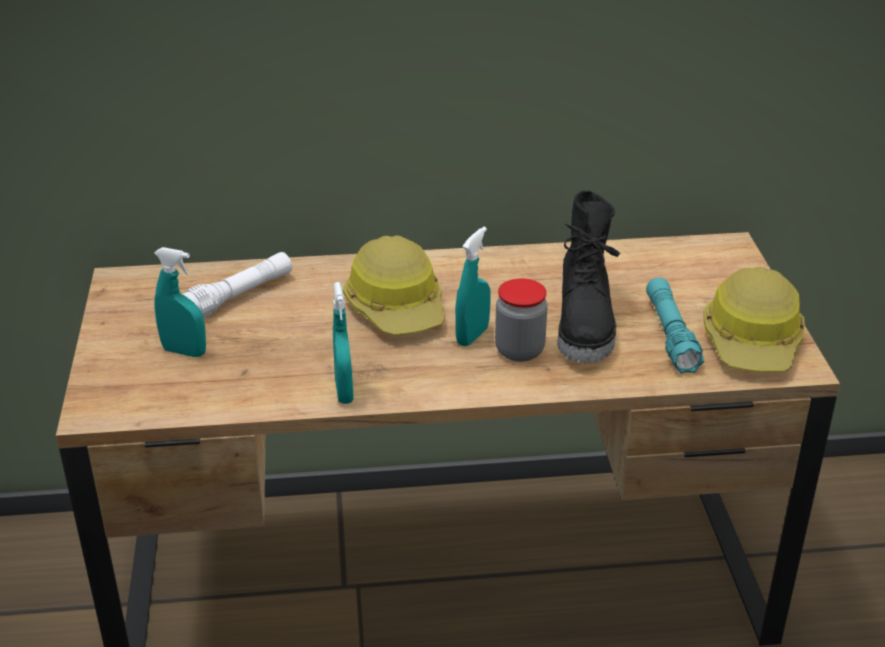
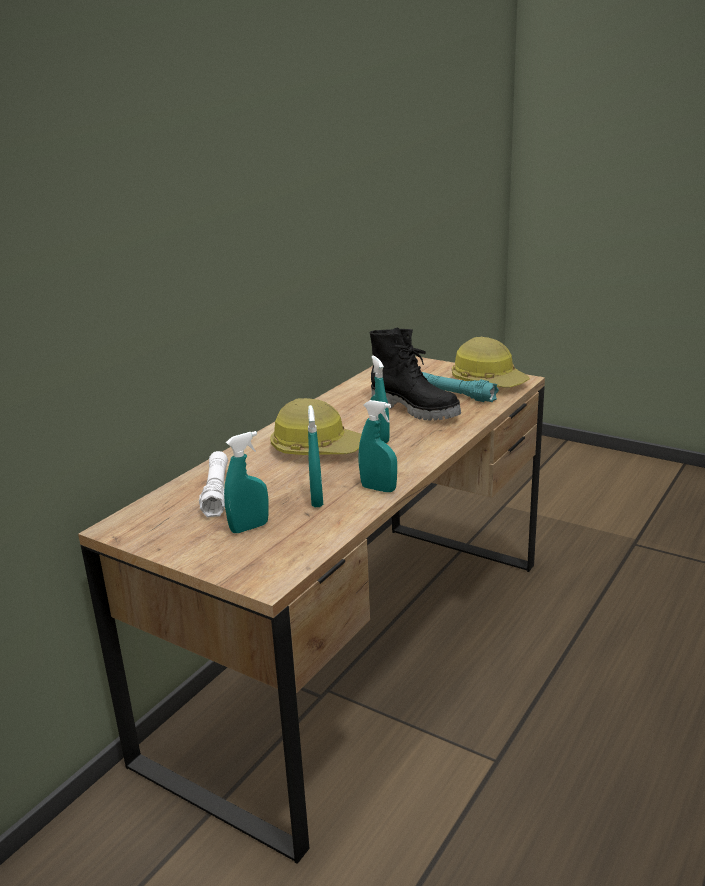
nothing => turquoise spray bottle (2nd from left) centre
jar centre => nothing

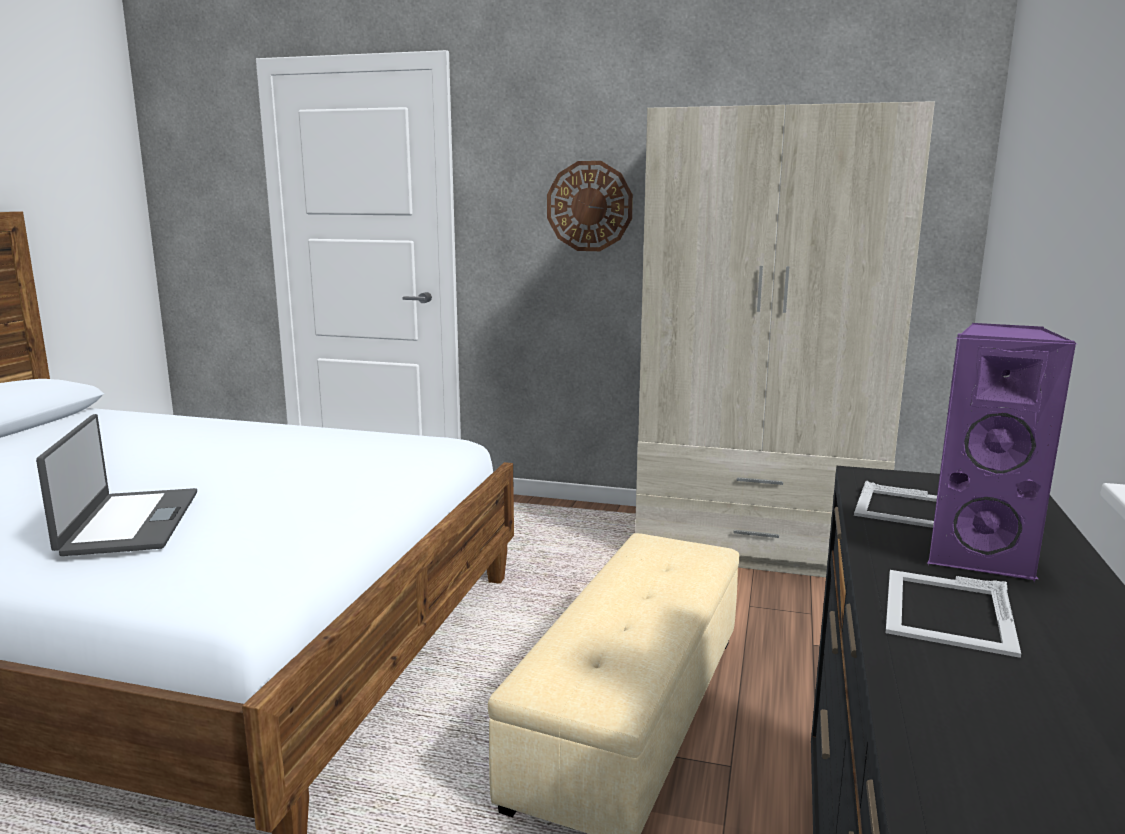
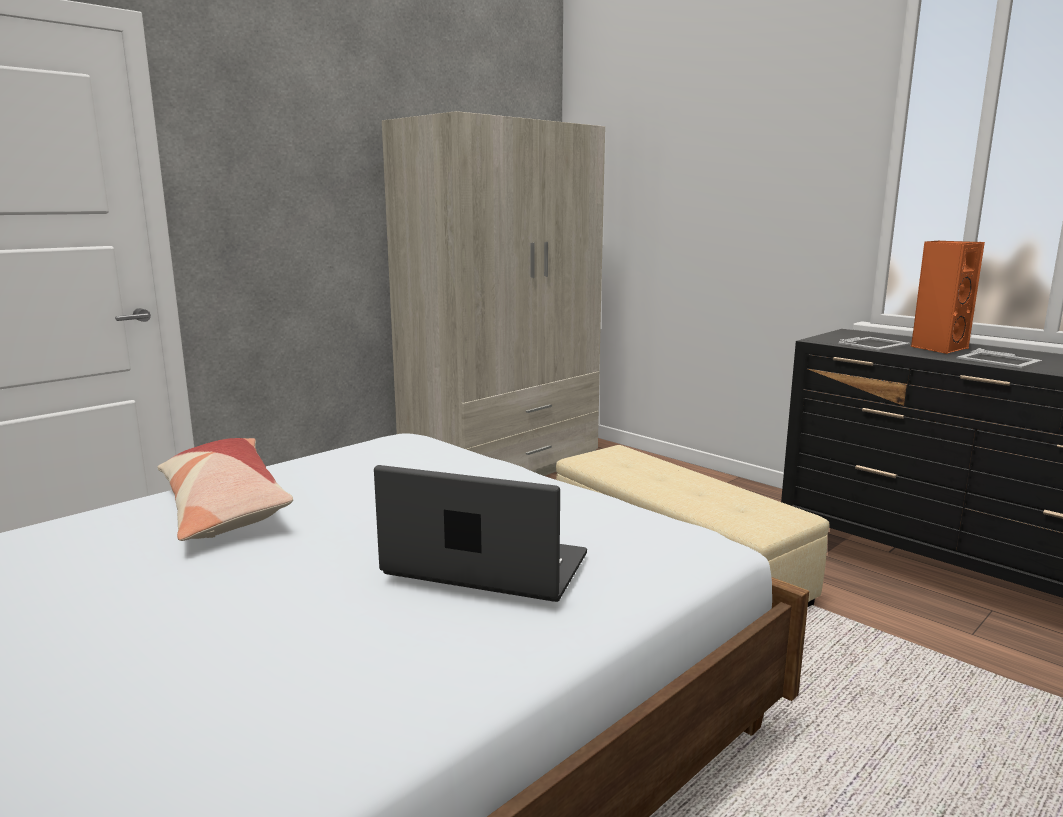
nothing => pillow middle left
purple speaker middle right => orange speaker middle right
wall clock top centre => nothing

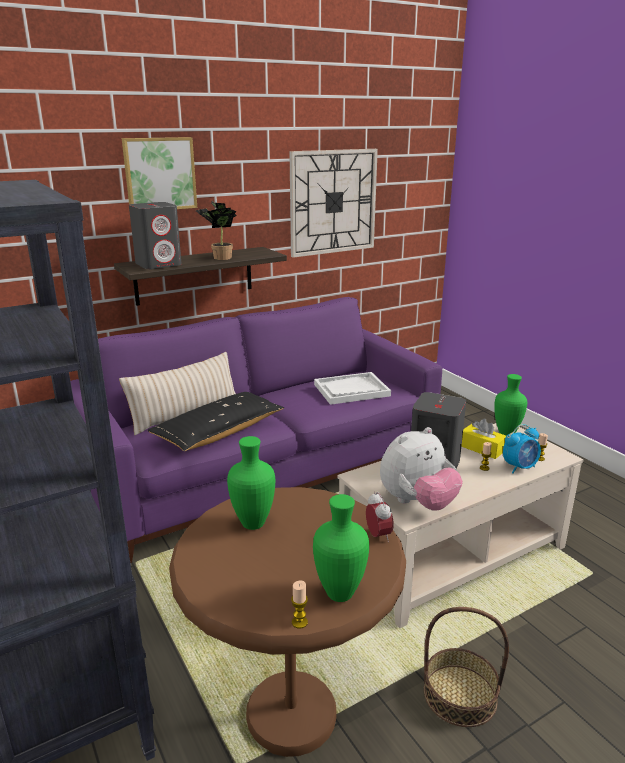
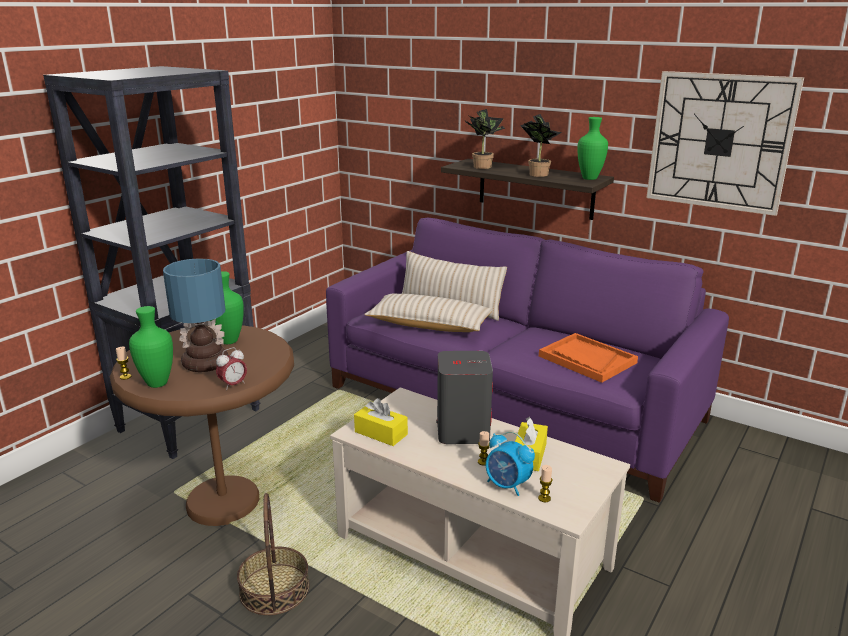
nothing => table lamp middle left
plush toy middle right => yellow tissue box (1st from left) centre
black pillow centre => beige pillow (1st from left) centre
grey speaker (1st from left) top left => potted plant (1st from left) top centre
white tray centre => orange tray middle right
green vase (3rd from left) middle right => green vase (3rd from left) top right, moved
picture top left => nothing

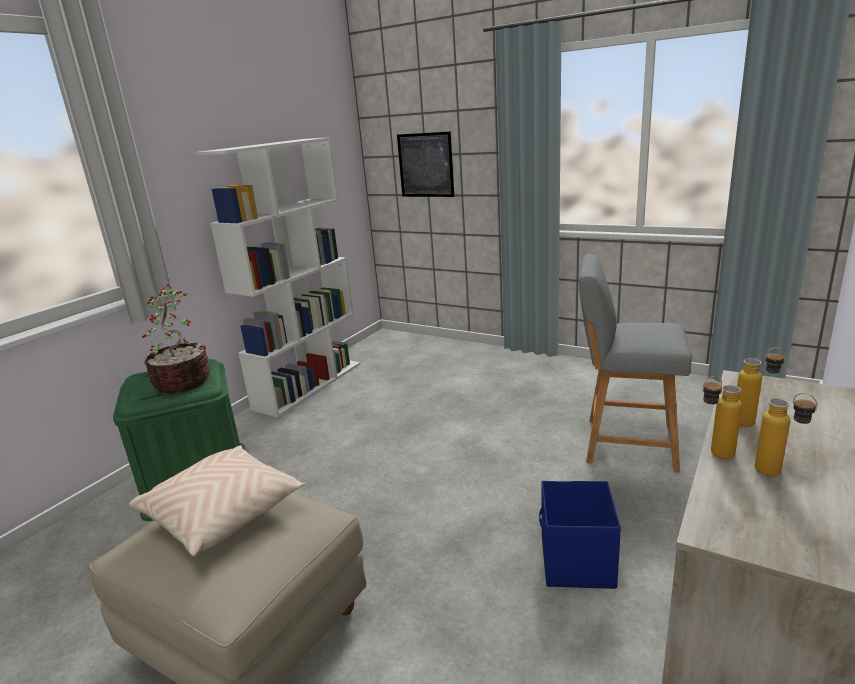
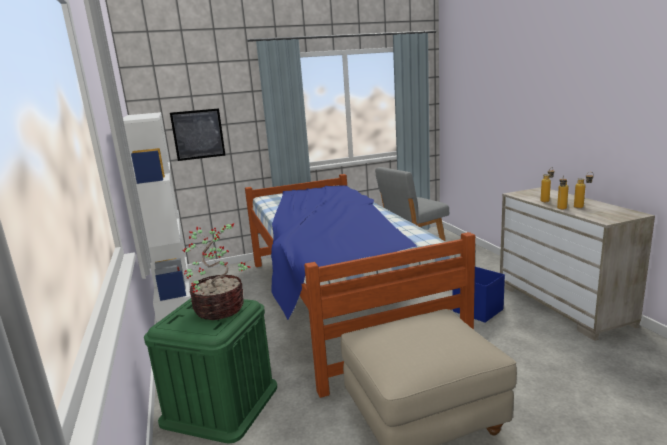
nothing => bed centre
beige pillow bottom left => nothing

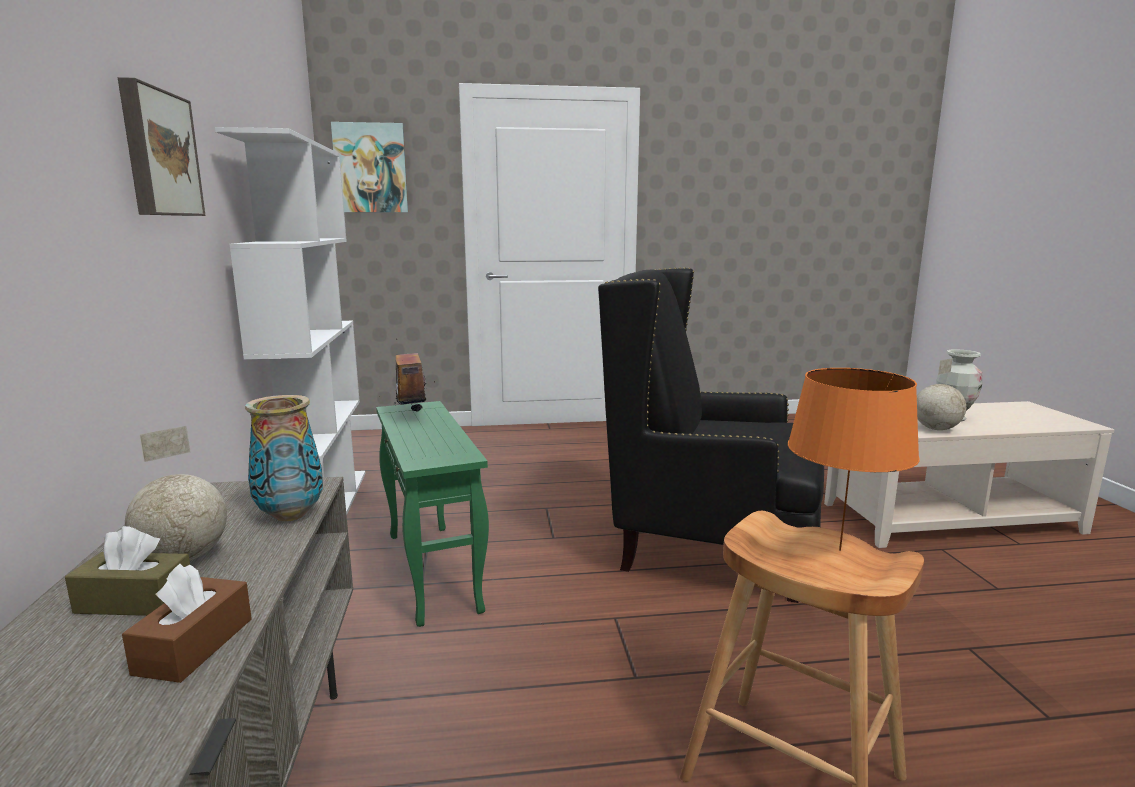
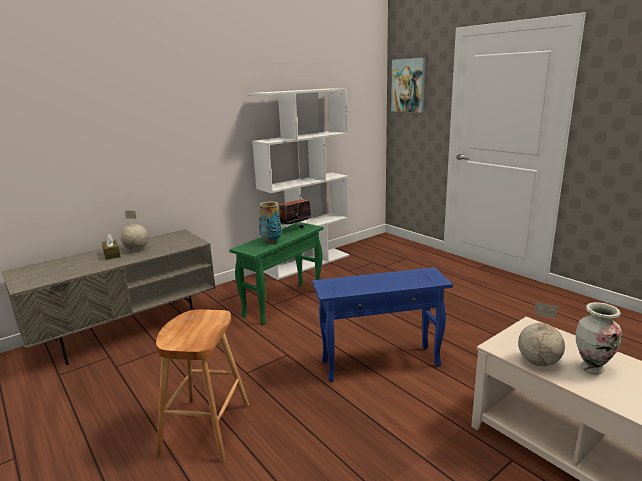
vase (1st from left) middle left => vase (1st from left) centre, moved
black armchair centre => blue side table bottom centre
picture (1st from left) top left => nothing
brown tissue box (2nd from left) bottom left => nothing
orange table lamp middle right => nothing

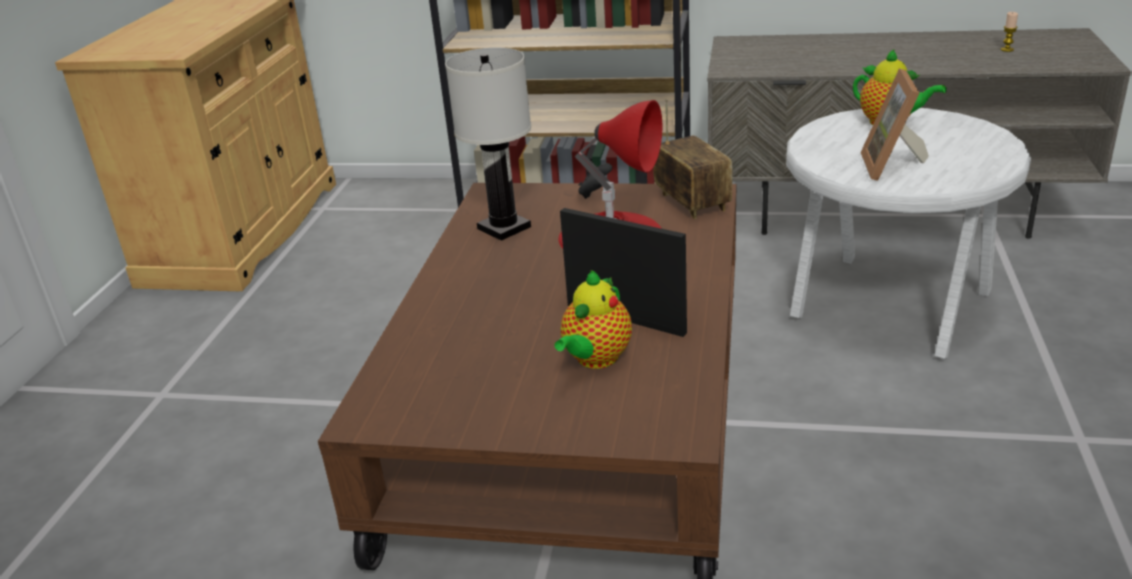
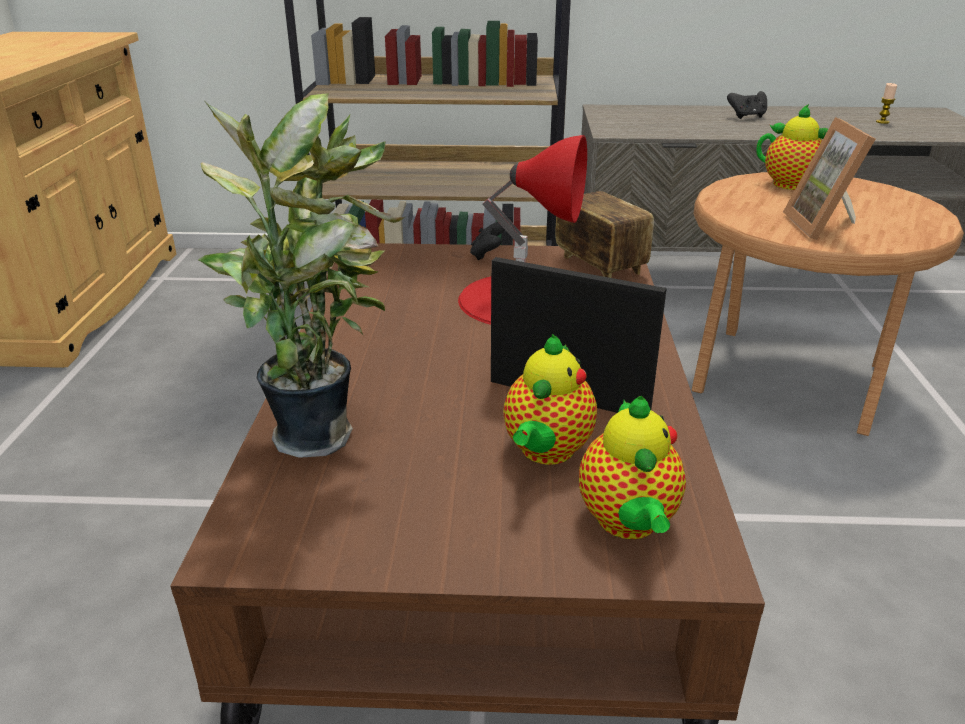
nothing => potted plant middle left
nothing => teapot (2nd from left) centre
white side table middle right => brown side table middle right
nothing => black game controller (2nd from left) top right
white table lamp top centre => nothing

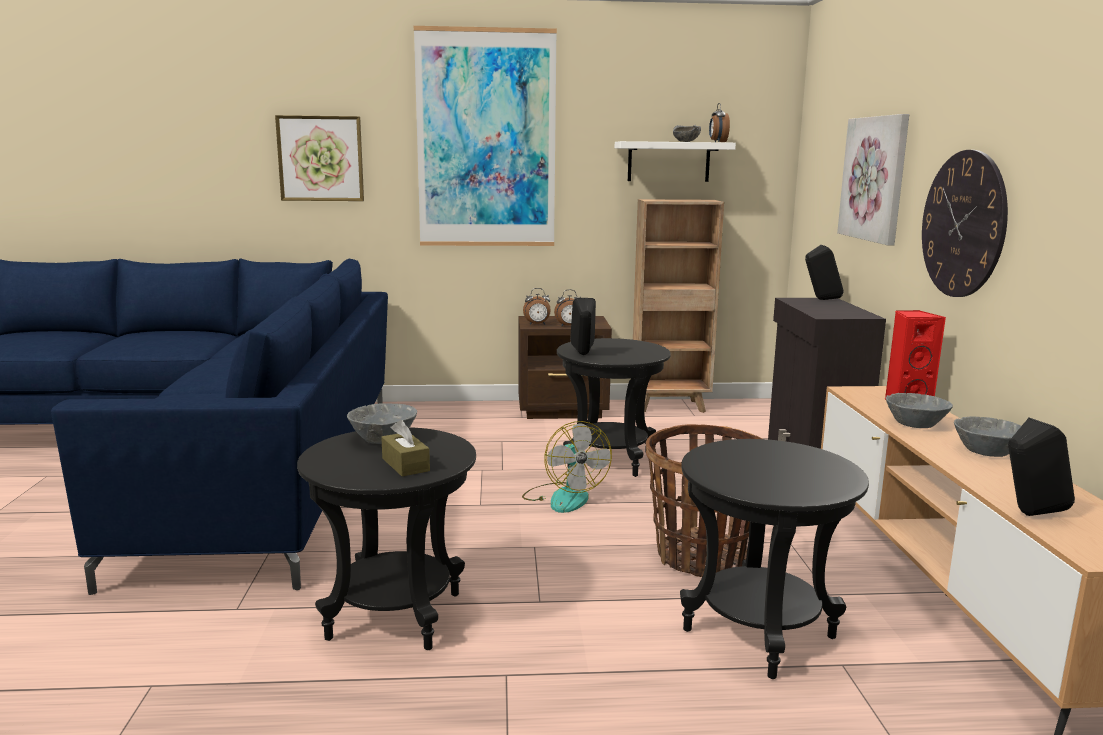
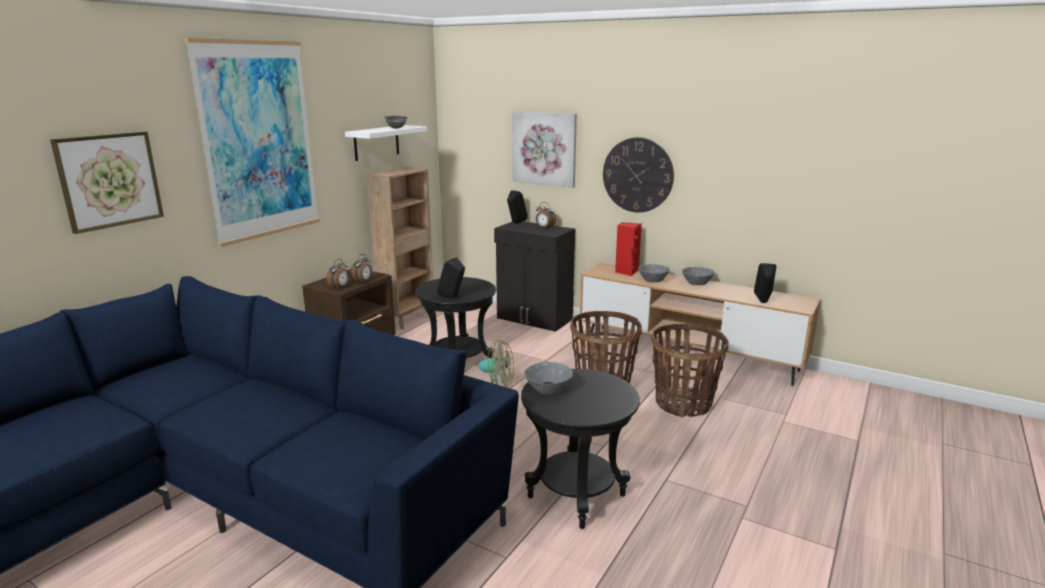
alarm clock (3rd from left) top centre => alarm clock (3rd from left) centre, moved
black side table (3rd from left) bottom right => basket (2nd from left) centre
brown tissue box centre => nothing

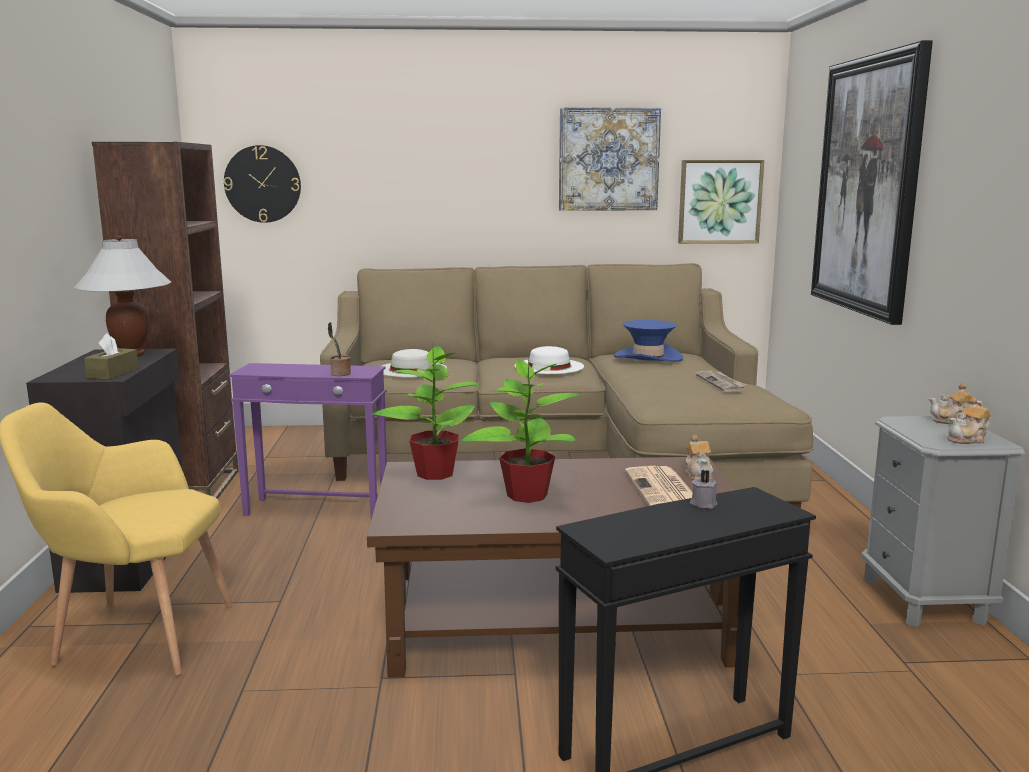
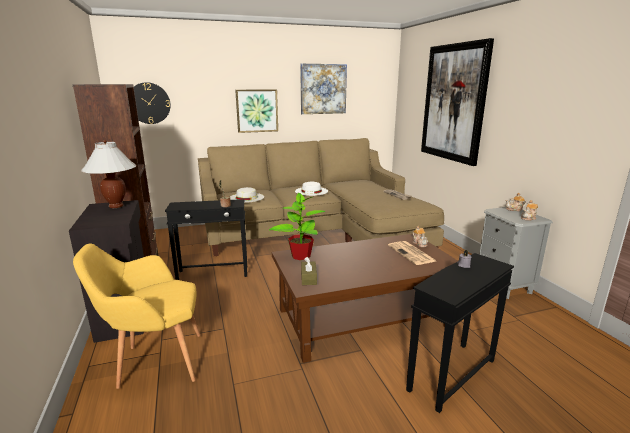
purple side table middle left => black side table (1st from left) middle left
picture (2nd from left in the first image) top right => picture (1st from left) top centre, moved
brown tissue box middle left => brown tissue box centre, moved
potted plant (3rd from left) centre => nothing
blue hat centre => nothing

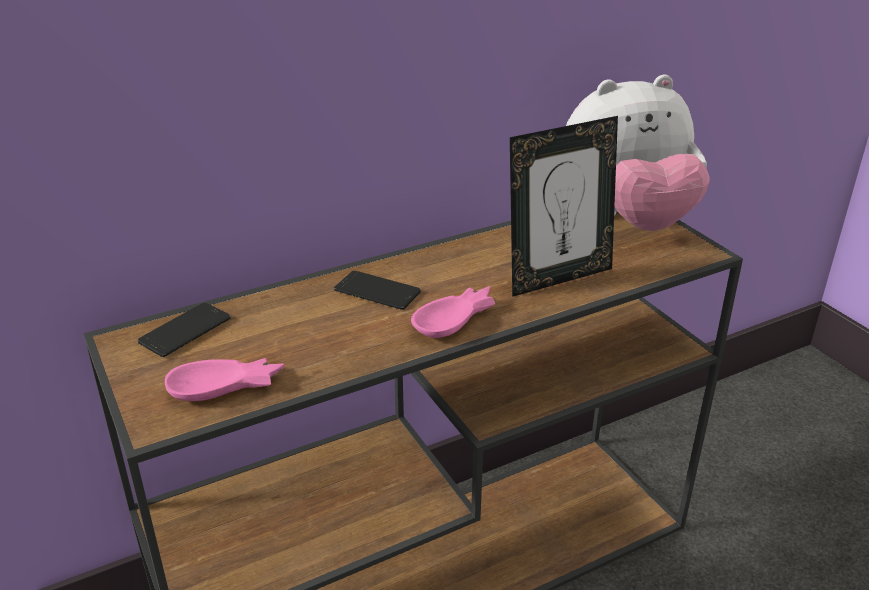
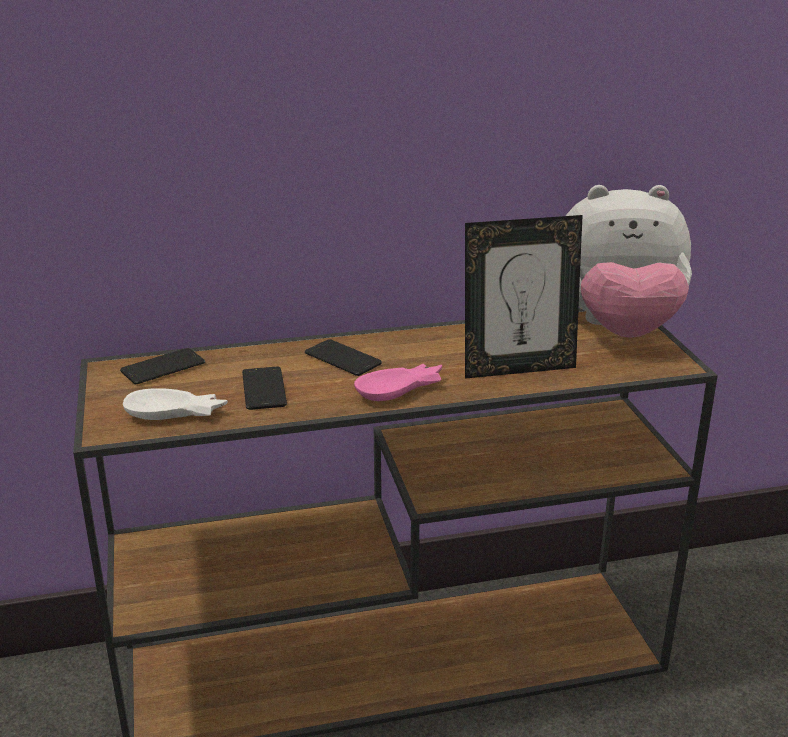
pink bowl (1st from left) middle left => white bowl middle left
nothing => phone (2nd from left) centre

